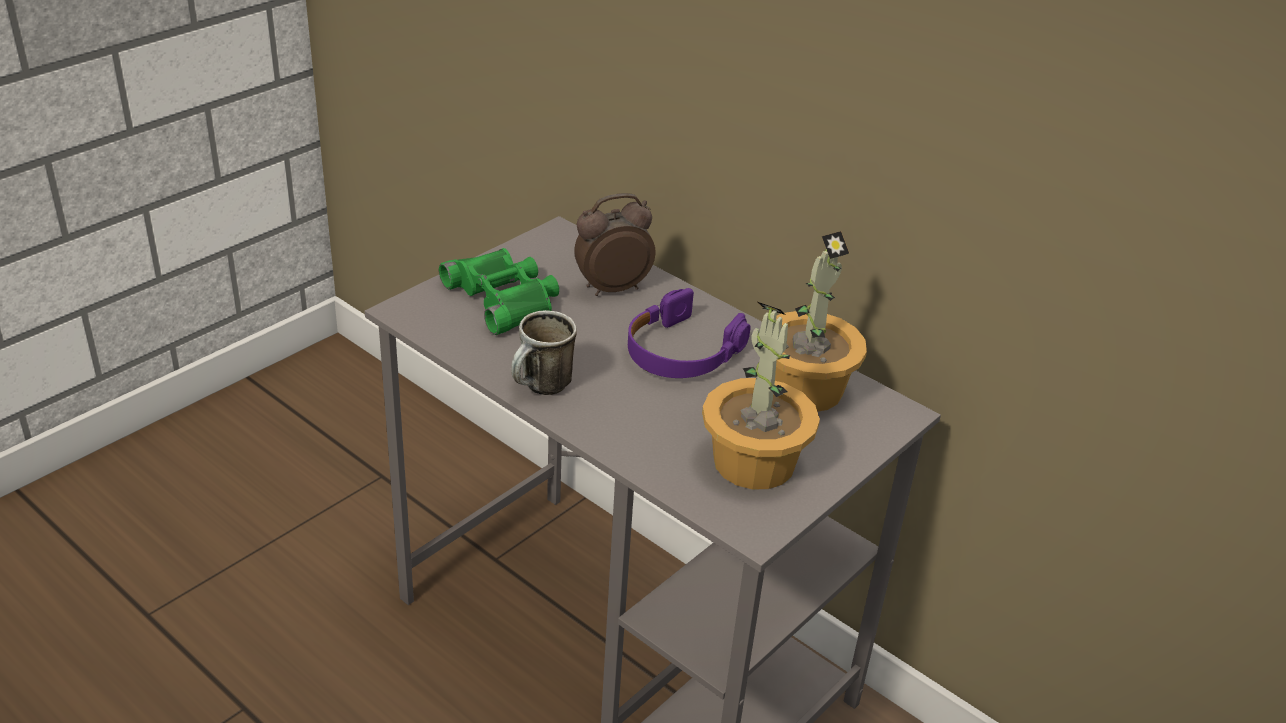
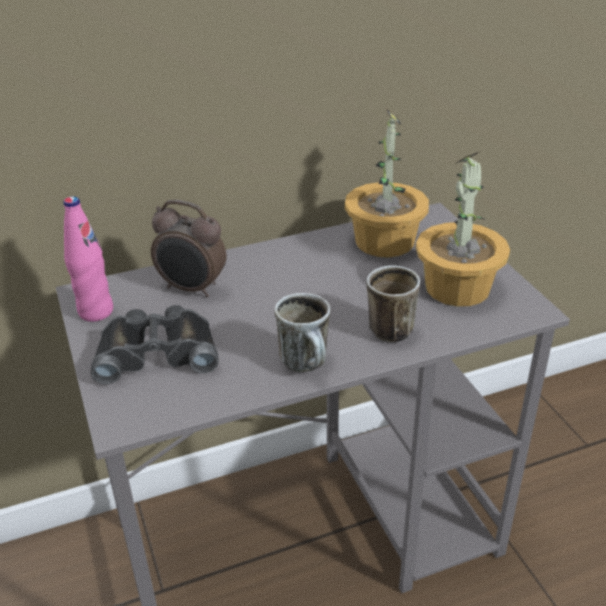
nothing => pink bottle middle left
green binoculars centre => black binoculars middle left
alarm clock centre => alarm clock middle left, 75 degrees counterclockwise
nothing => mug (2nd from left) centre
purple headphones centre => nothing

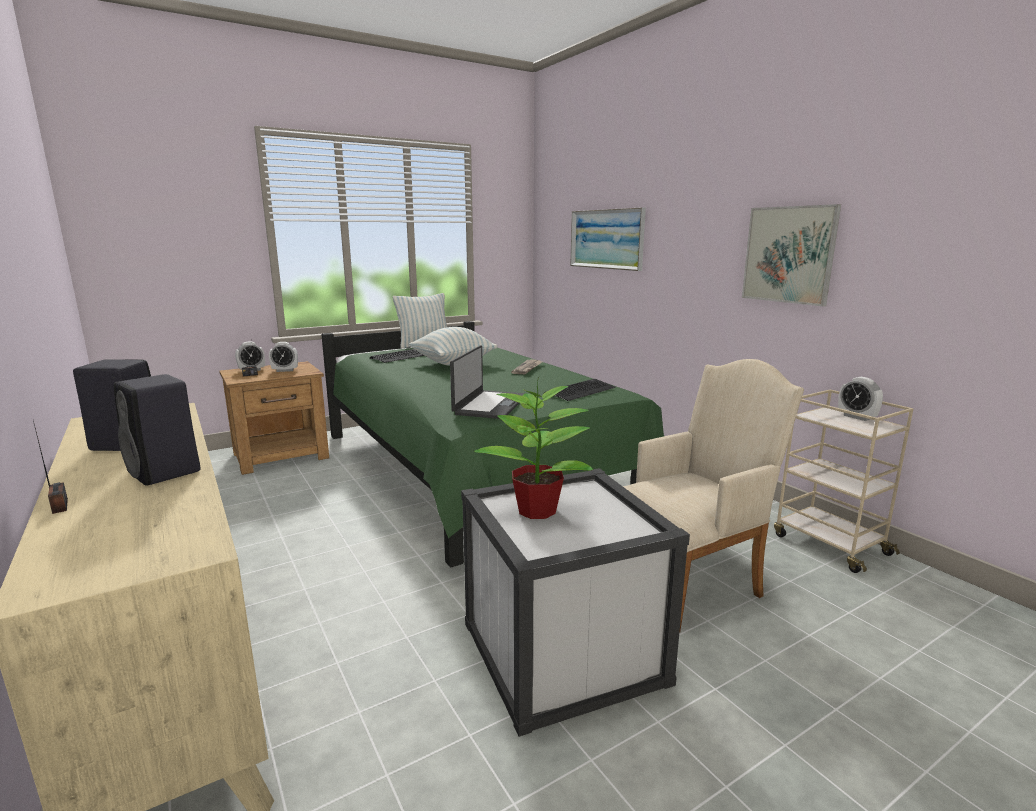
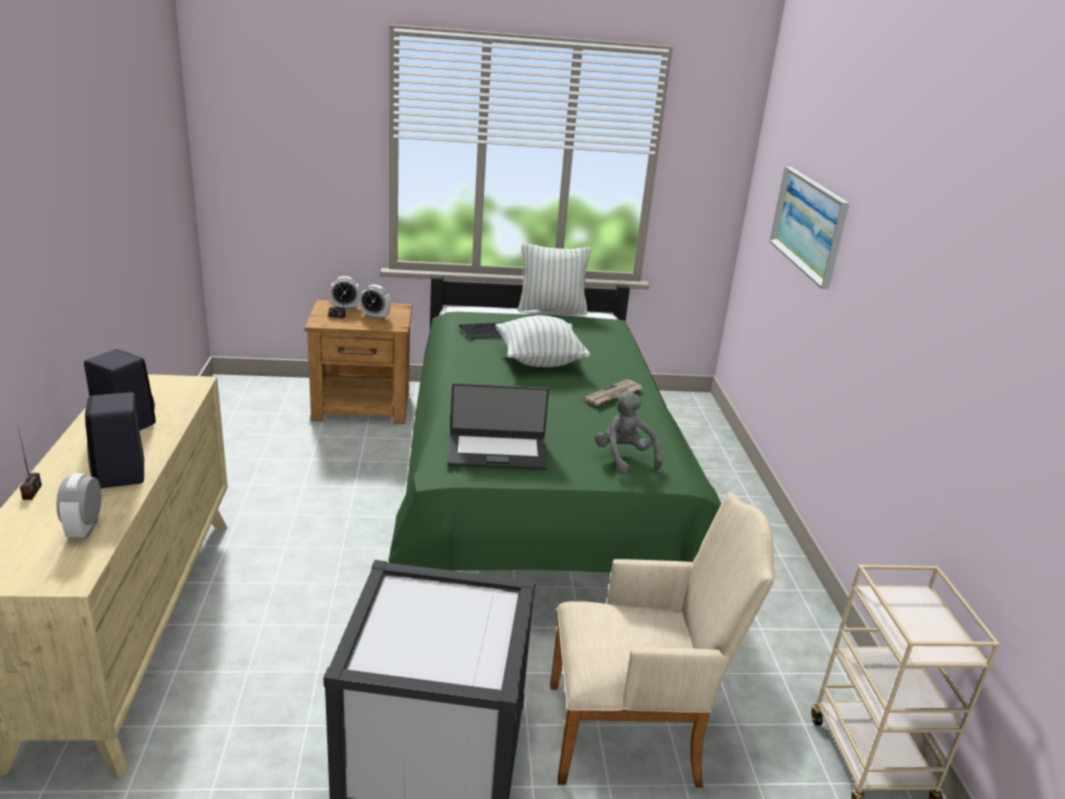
alarm clock (3rd from left in the first image) middle right => alarm clock (1st from left) middle left, moved
laptop centre, 45 degrees clockwise
keyboard (2nd from left) centre => grey plush toy centre
potted plant centre => nothing
picture (2nd from left) top right => nothing

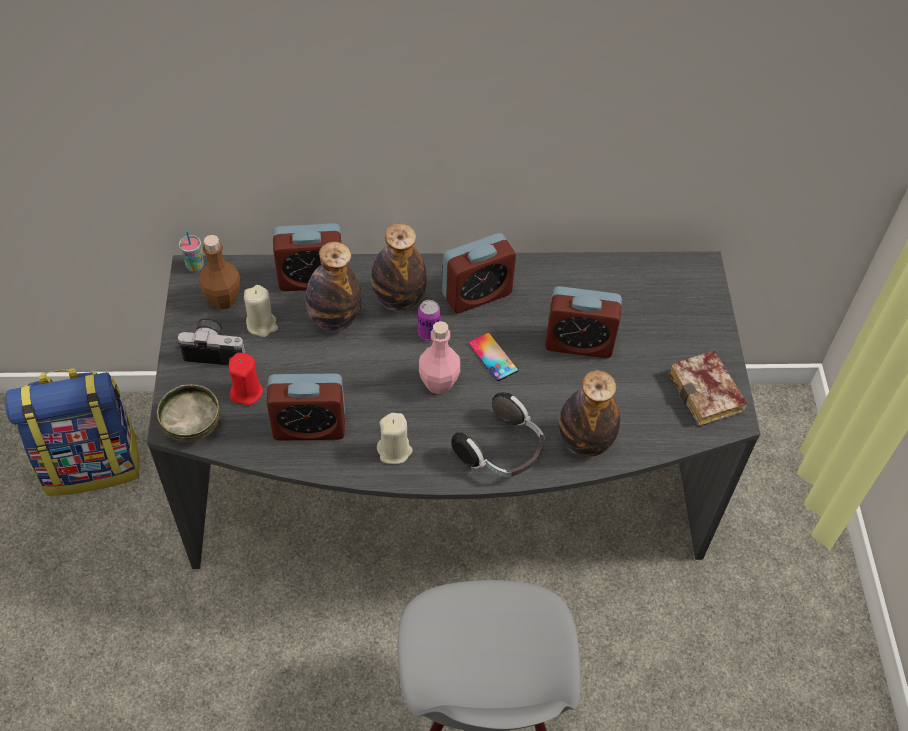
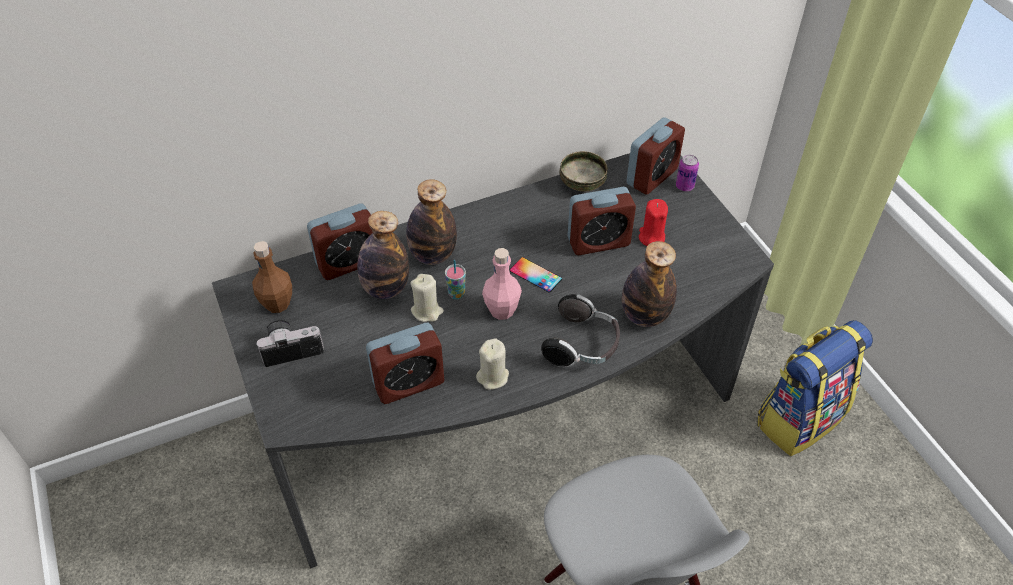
beige candle (1st from left) middle left => beige candle (1st from left) centre, moved
cup middle left => cup centre, moved
bowl middle left => bowl top centre, moved
alarm clock (3rd from left in the first image) centre => alarm clock (4th from left) top centre, moved
red candle middle left => red candle centre, moved
can centre => can top right, moved
backpack middle left => backpack middle right, moved
book middle right => nothing

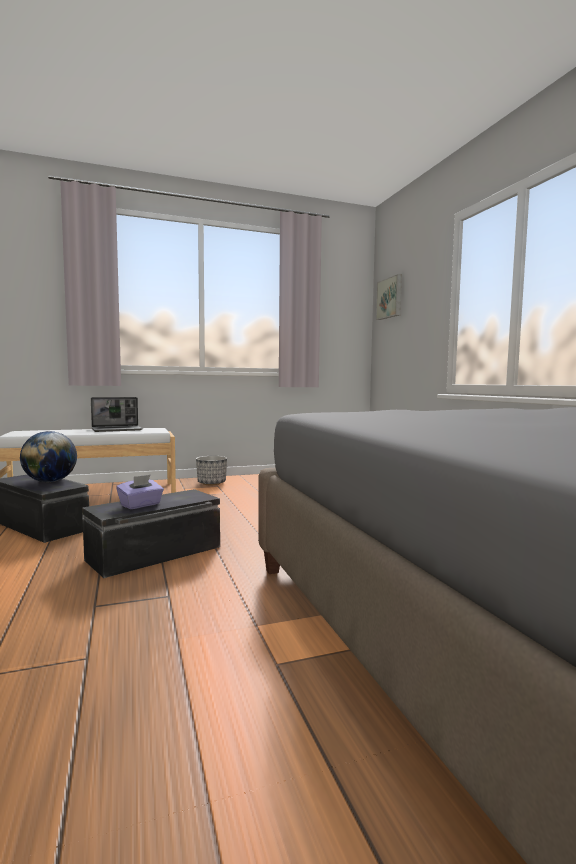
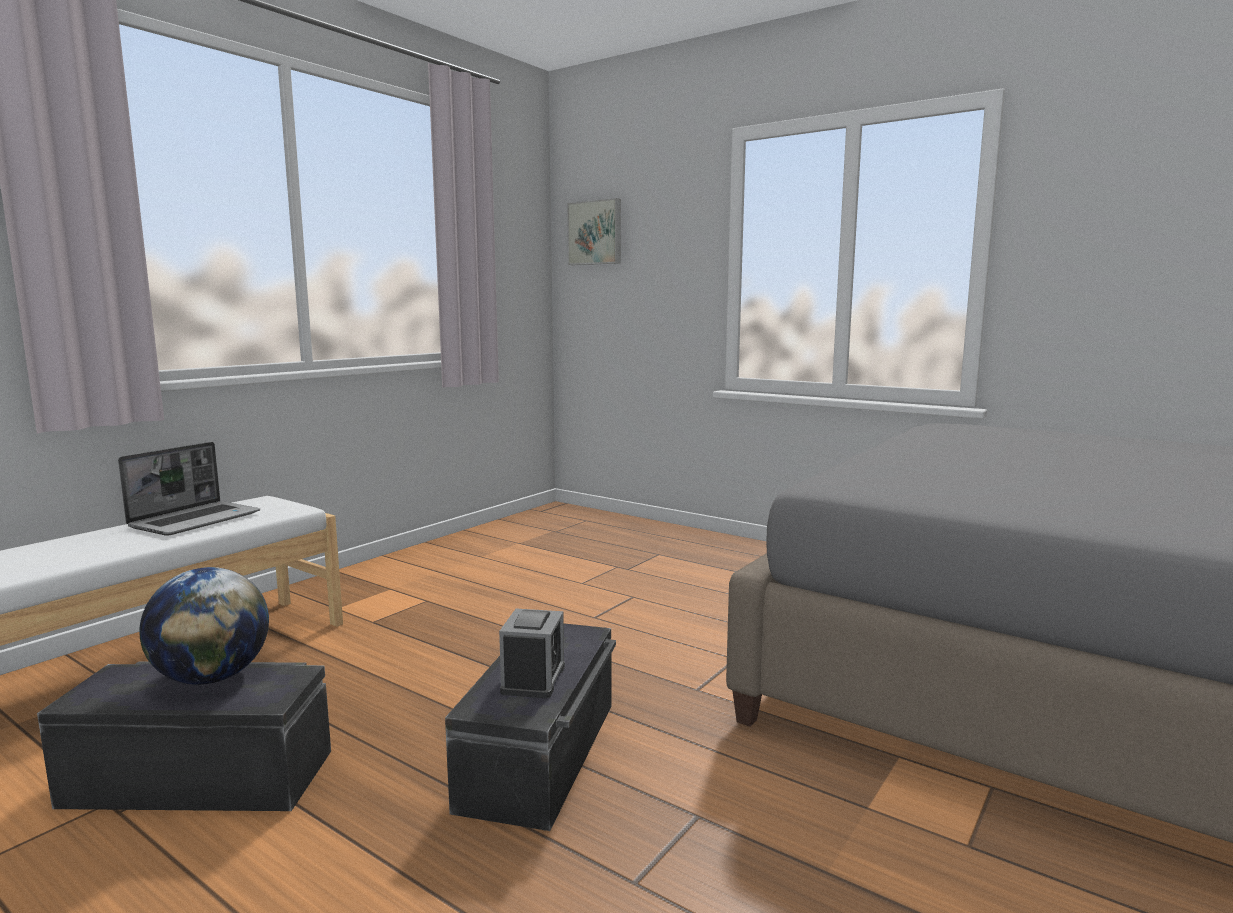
purple tissue box middle left => alarm clock bottom centre
planter centre => nothing

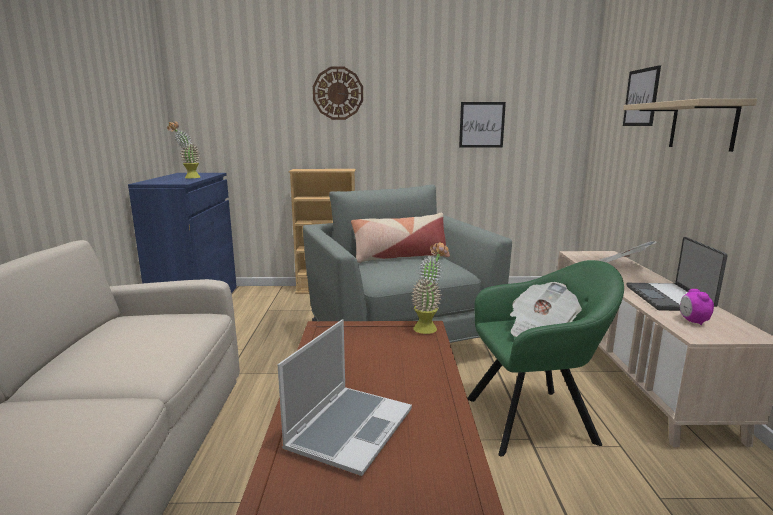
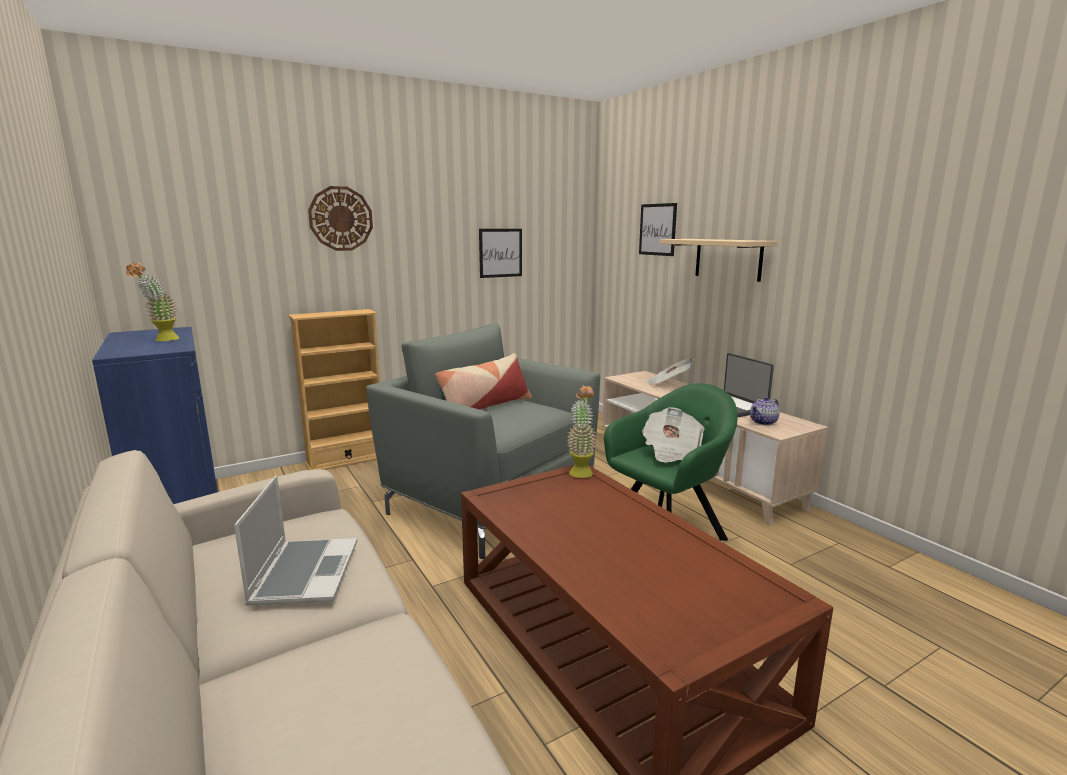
laptop (1st from left) bottom centre => laptop (1st from left) bottom left, moved
alarm clock middle right => teapot middle right

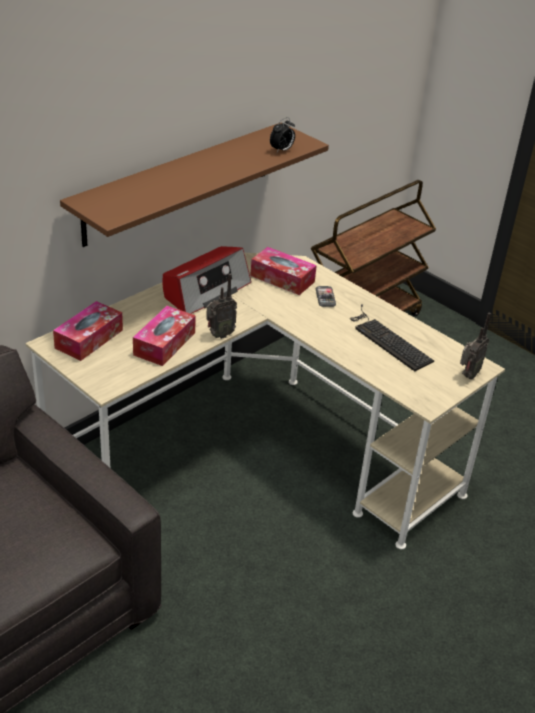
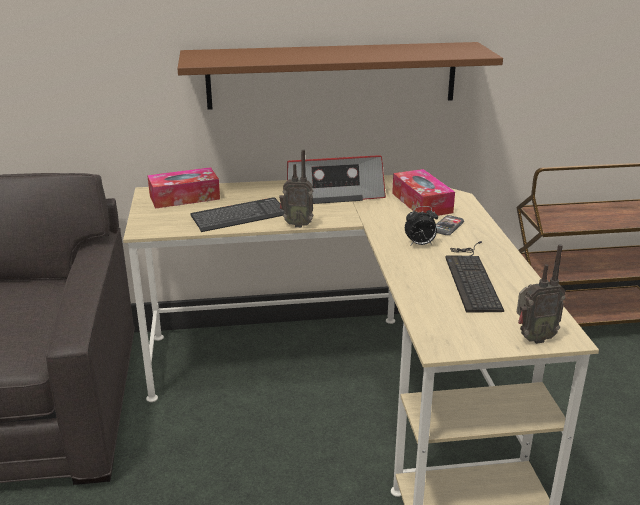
tissue box (2nd from left) middle left => keyboard (1st from left) centre
alarm clock top centre => alarm clock centre, moved

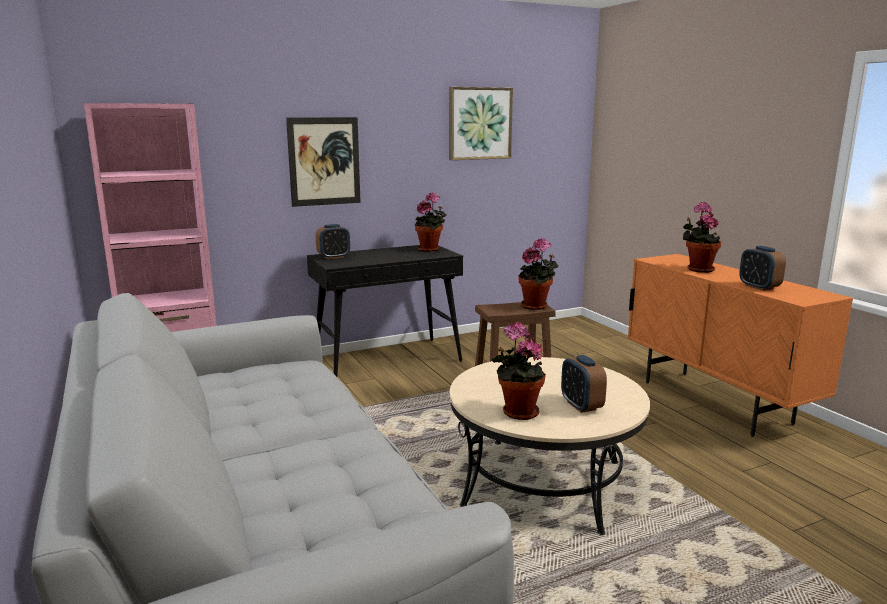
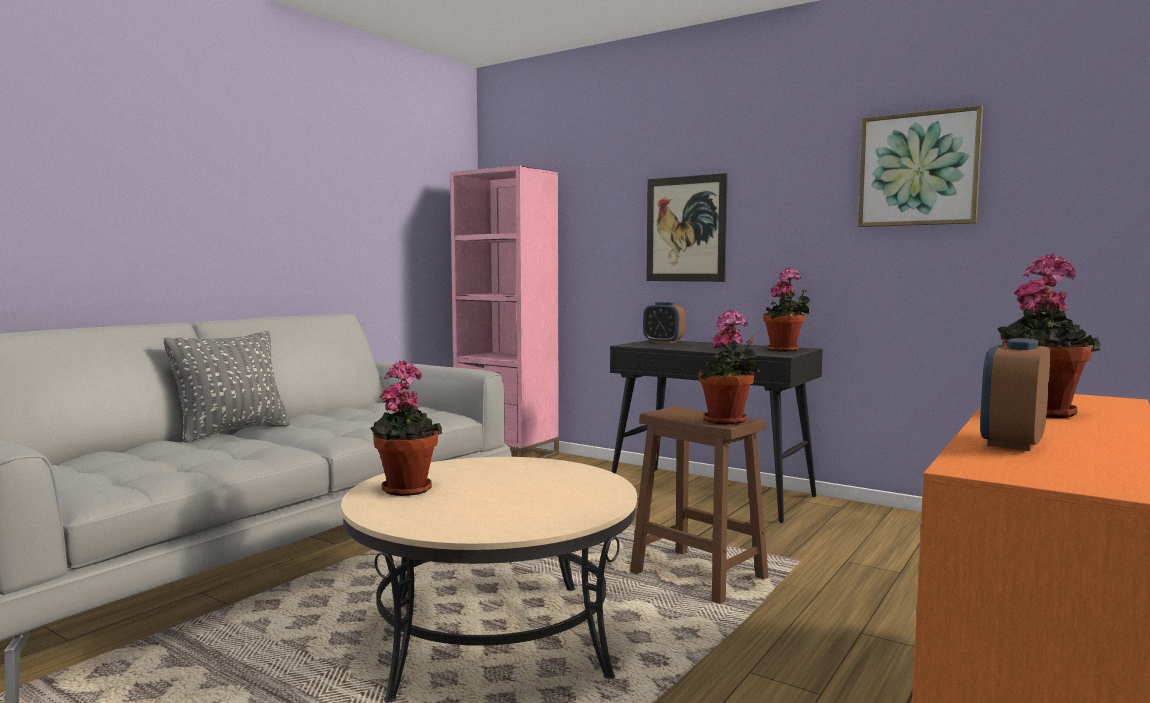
nothing => grey pillow middle left
alarm clock (2nd from left) centre => nothing

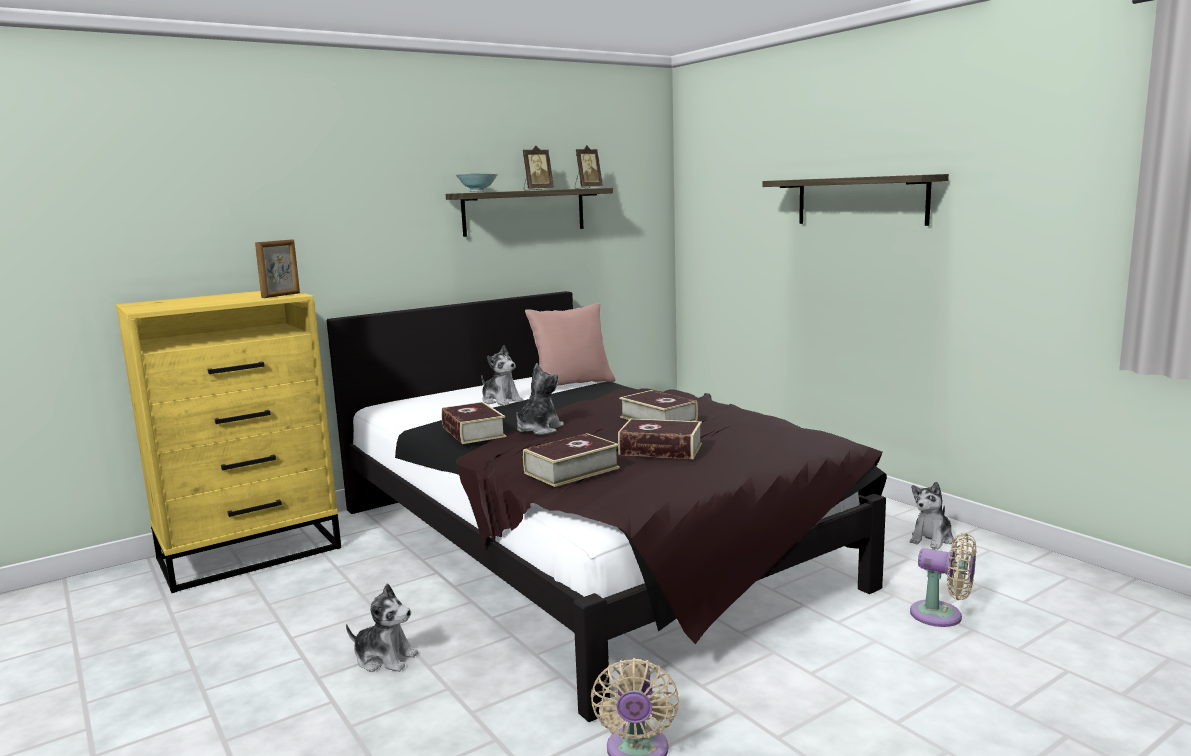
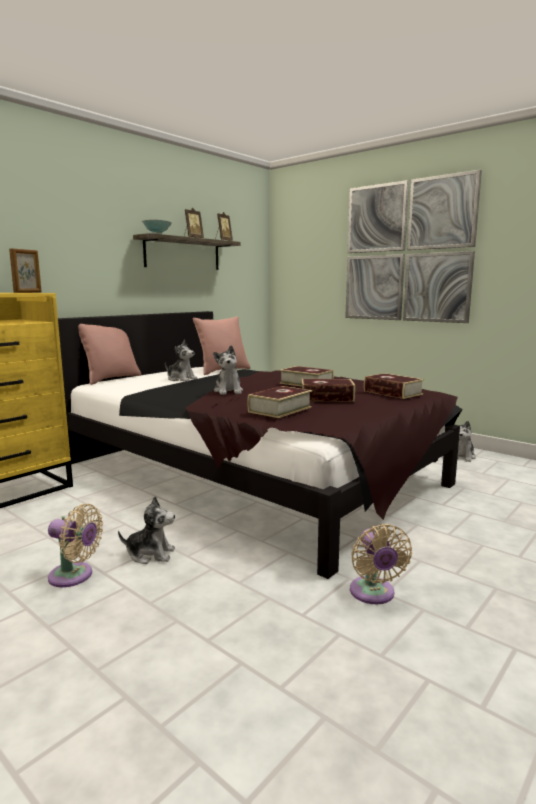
beige fan (2nd from left in the first image) bottom right => beige fan (1st from left) bottom left, moved
nothing => pink pillow (1st from left) middle left
plush toy (3rd from left) centre, 150 degrees clockwise
shelf (2nd from left) top right => picture top right
book (1st from left in the first image) centre => book (4th from left) middle right, moved

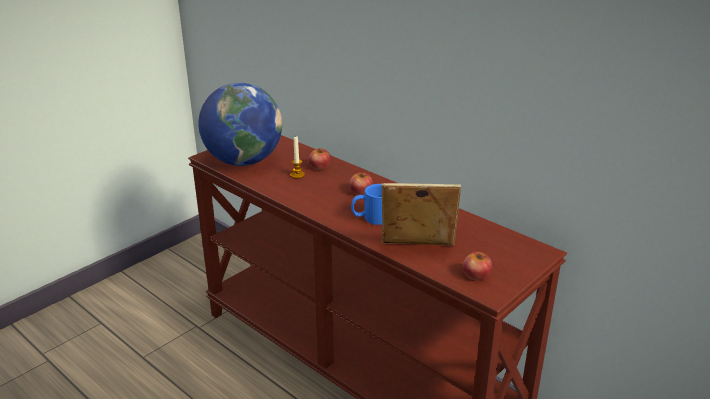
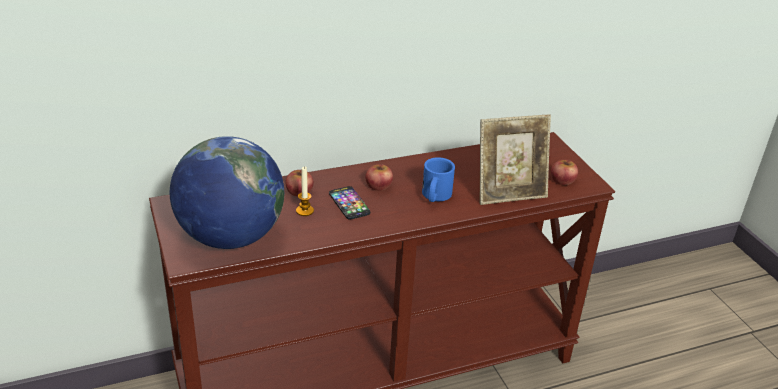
nothing => phone centre
picture frame centre, 135 degrees counterclockwise

